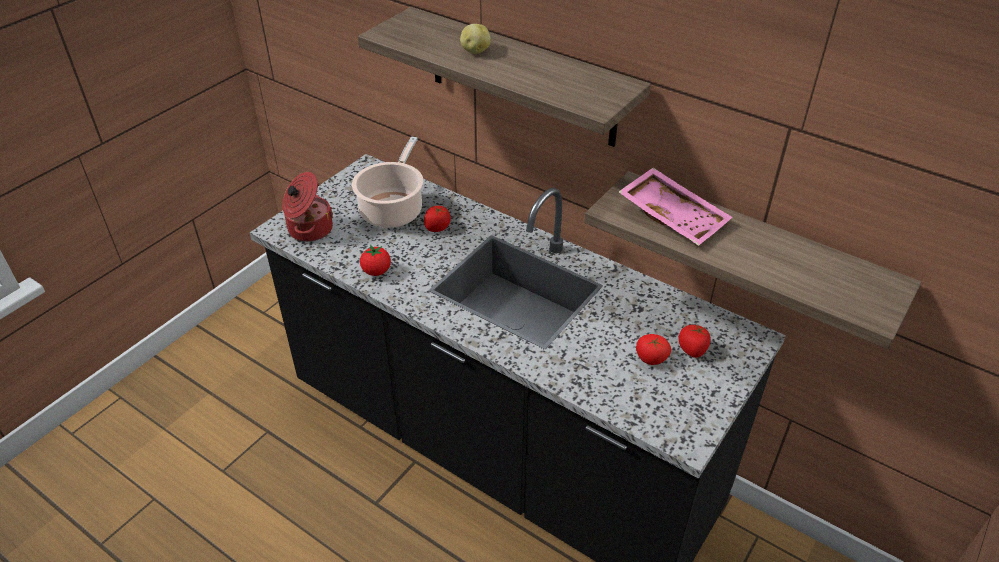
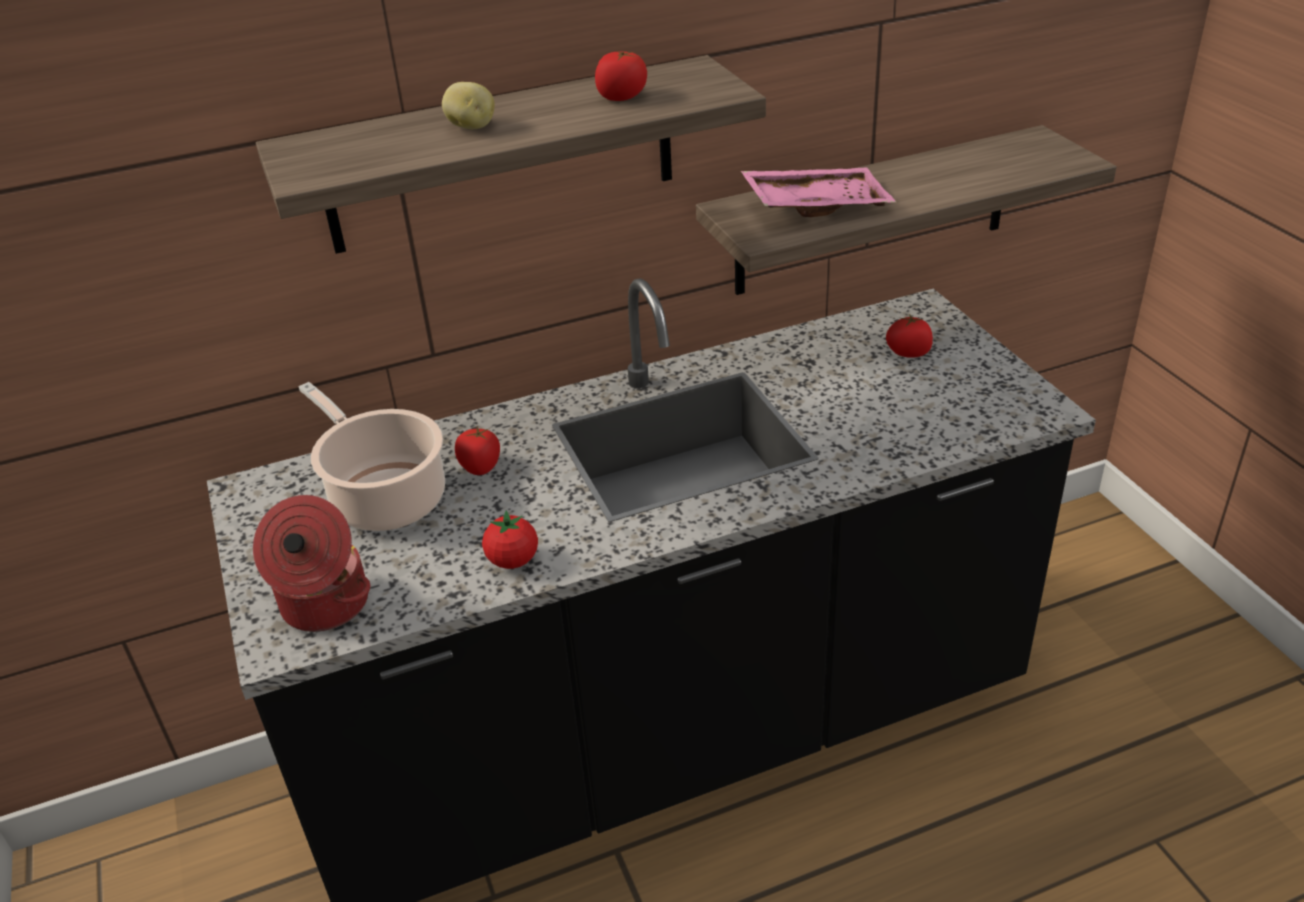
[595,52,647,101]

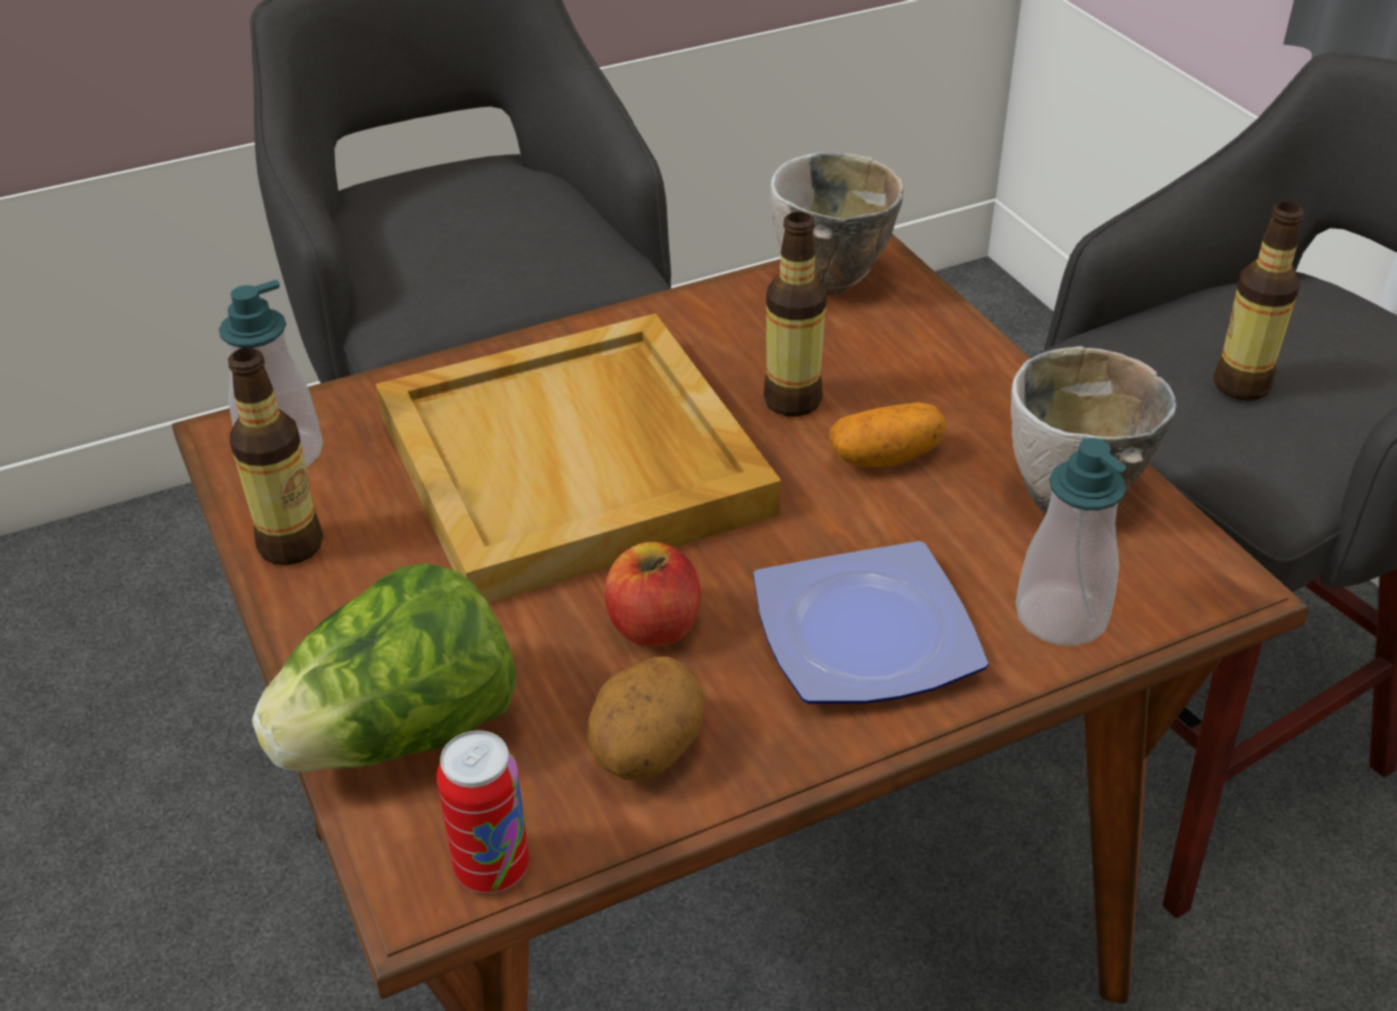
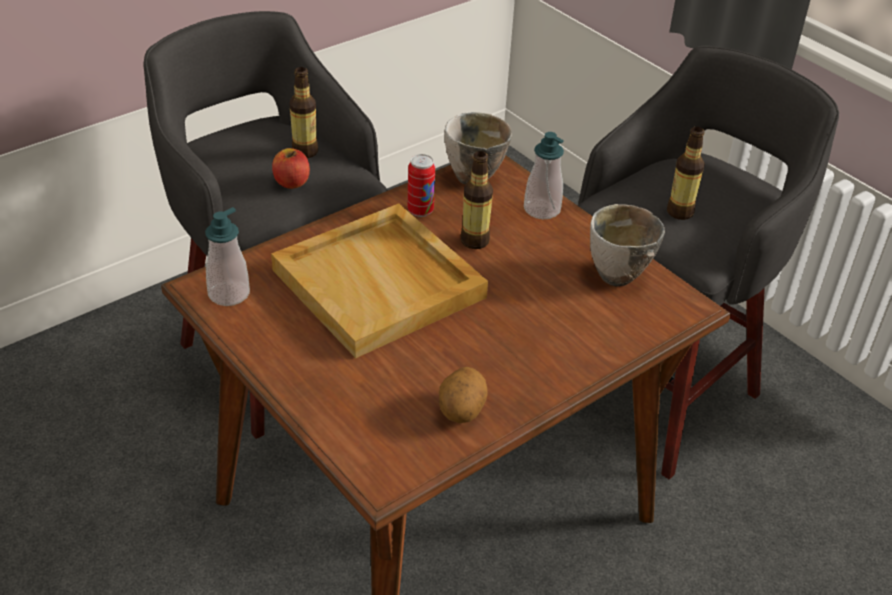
[289,67,318,158]
[829,402,946,467] (first image)
[524,132,564,219]
[753,541,988,704] (first image)
[272,148,310,189]
[252,563,516,772] (first image)
[407,154,435,217]

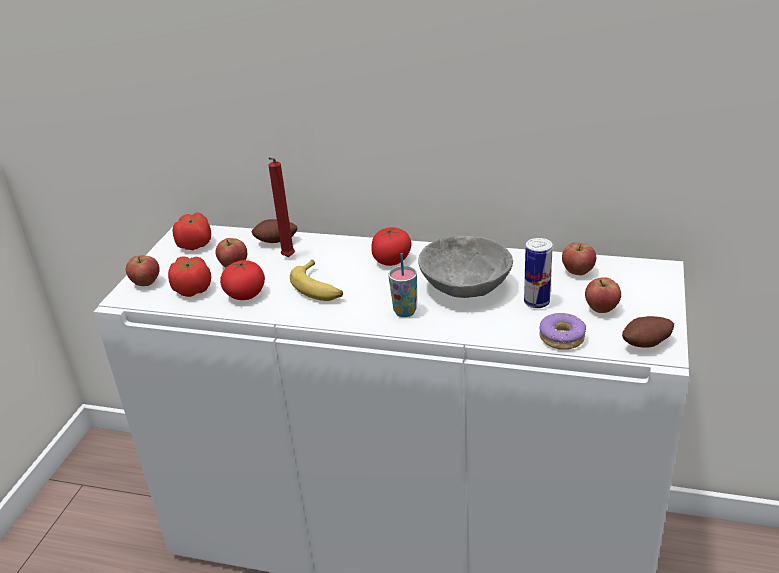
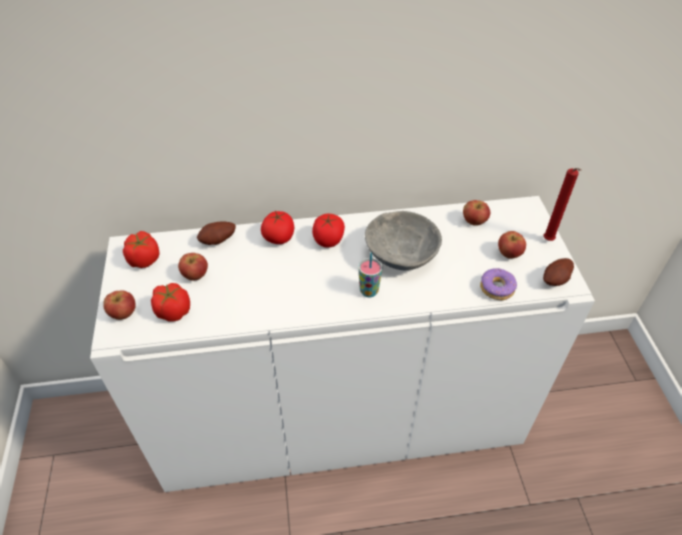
[543,168,581,241]
[524,238,553,308] (first image)
[261,211,294,244]
[290,260,343,301] (first image)

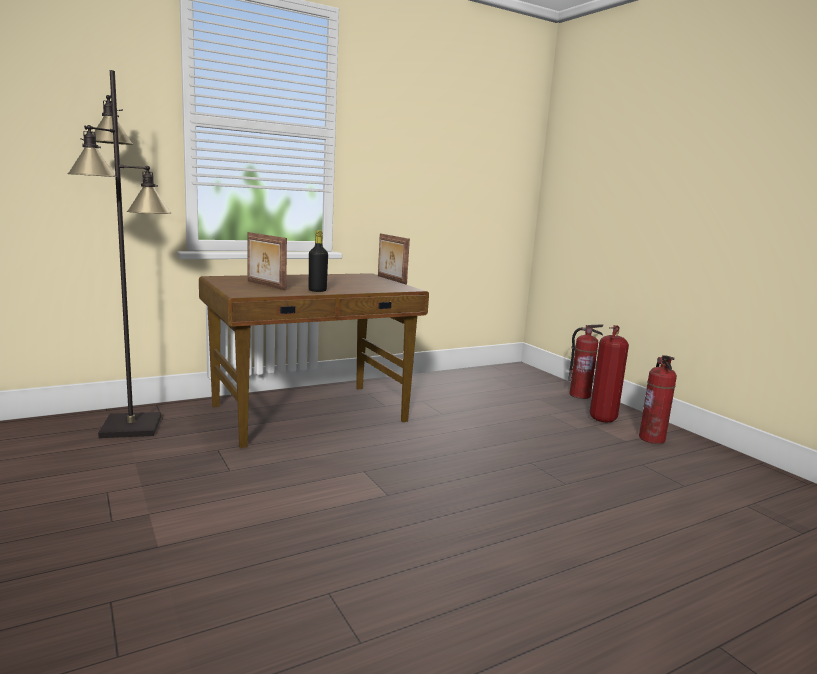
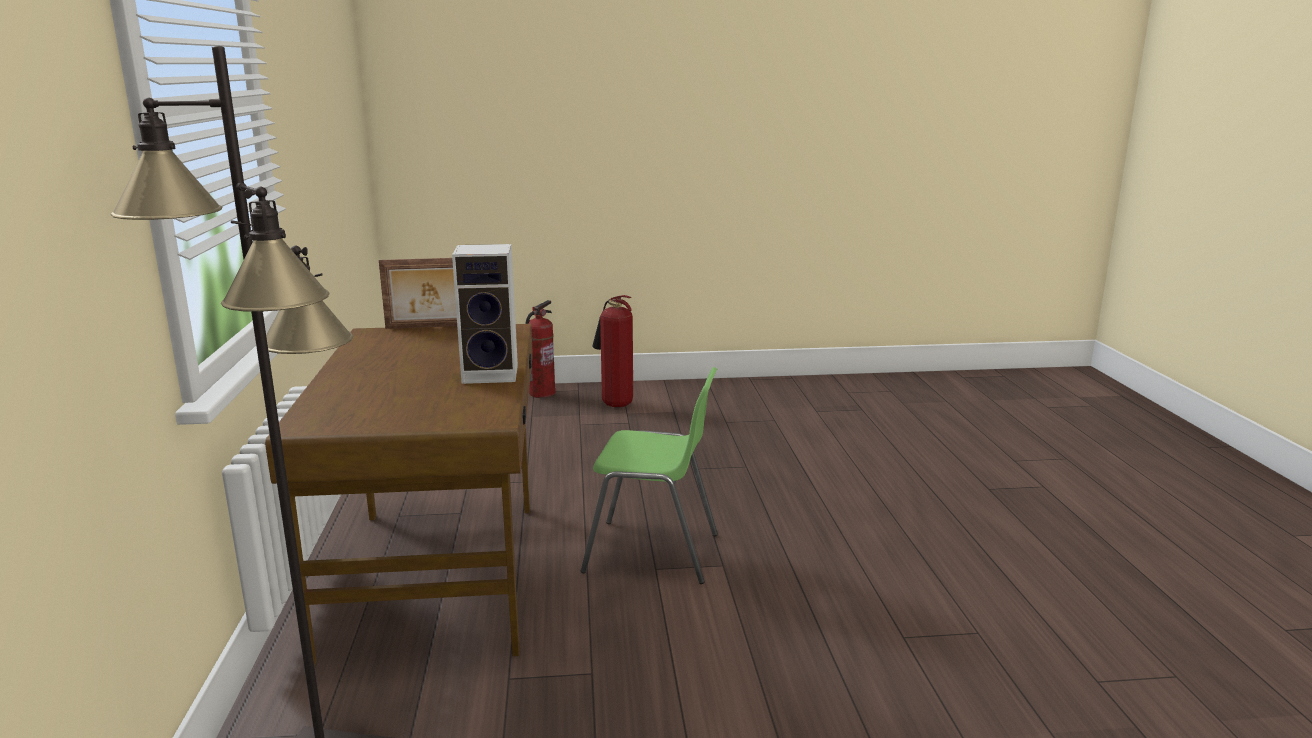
[452,244,518,384]
[247,232,287,290] (first image)
[639,355,677,444] (first image)
[581,367,718,584]

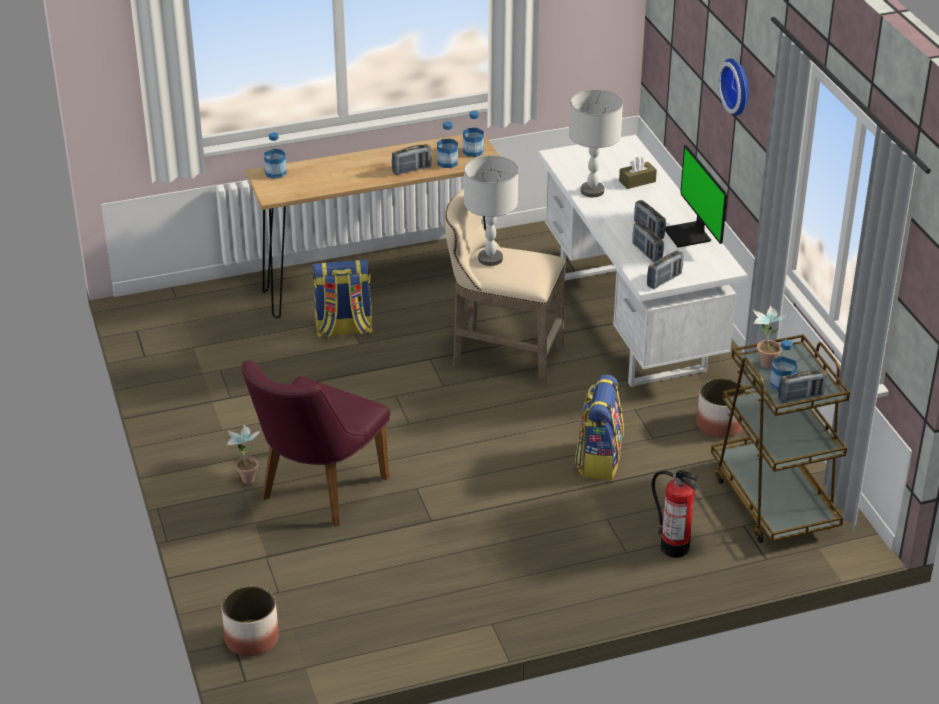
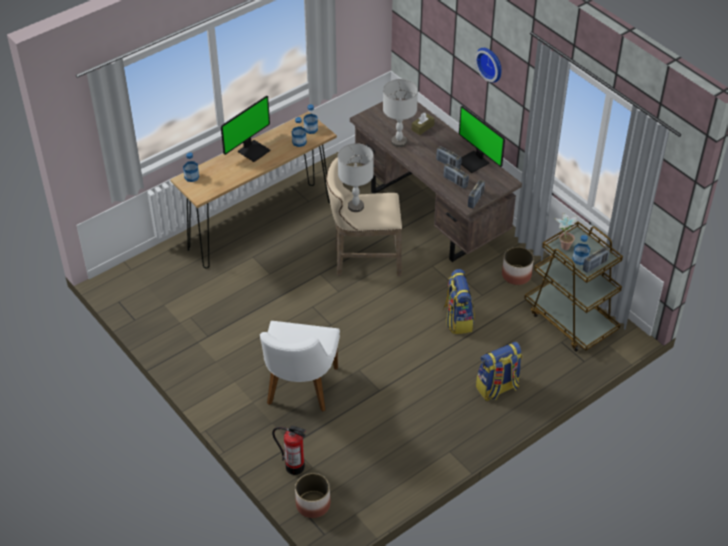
[350,99,522,262]
[392,144,432,175] (first image)
[476,342,522,401]
[260,321,340,412]
[227,425,261,484] (first image)
[272,425,306,475]
[221,96,270,162]

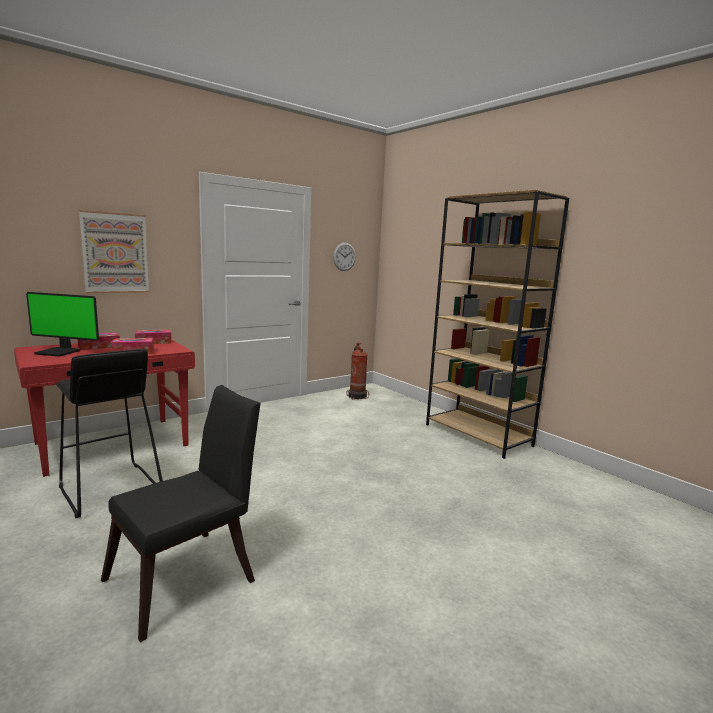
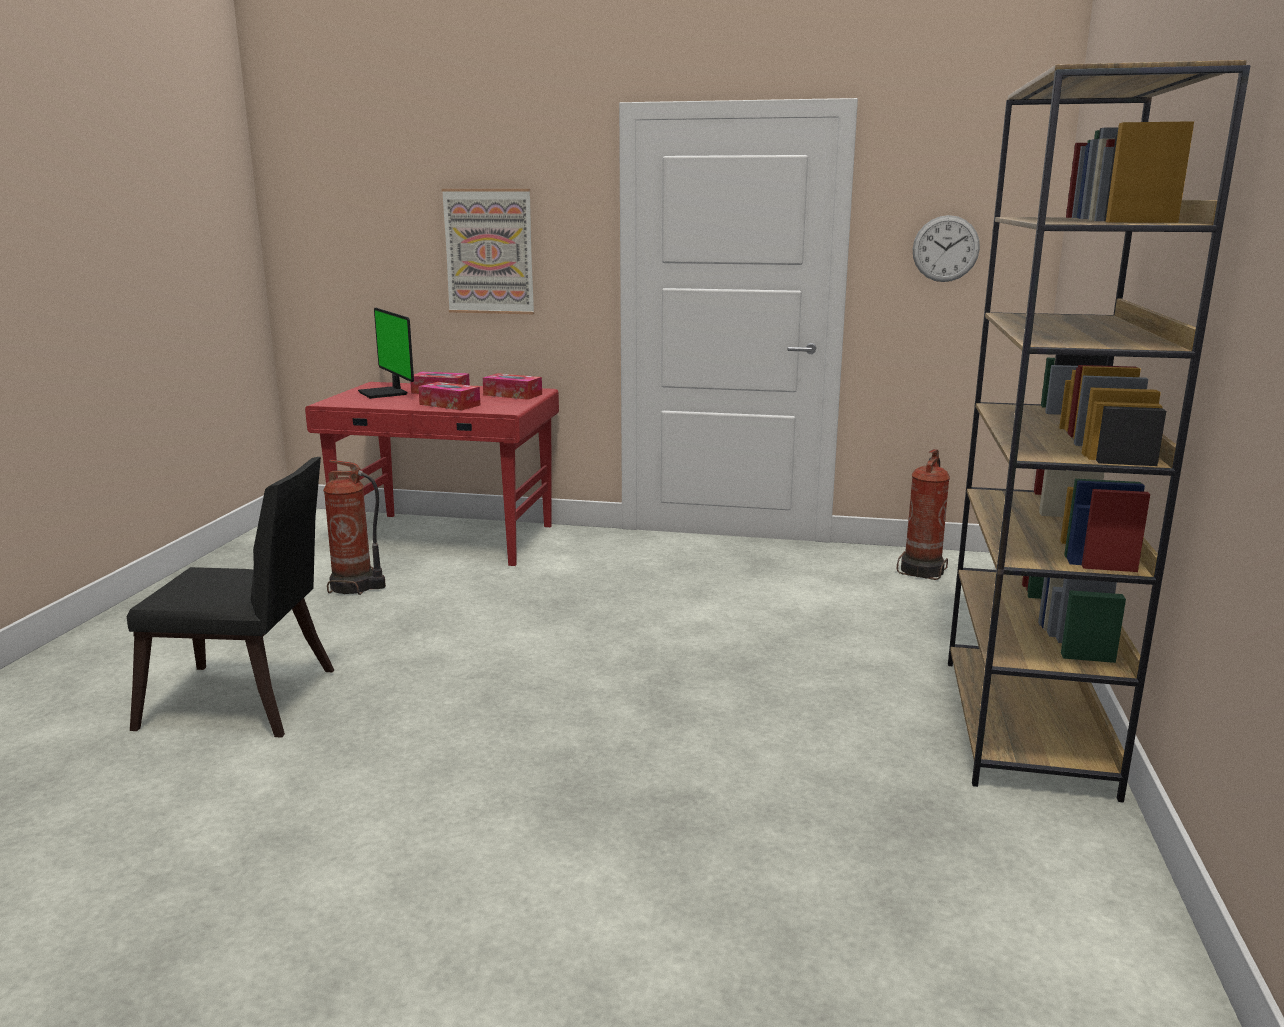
[323,460,386,595]

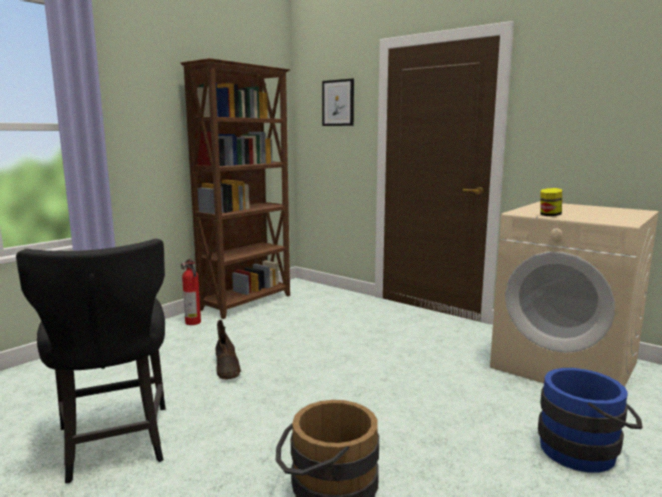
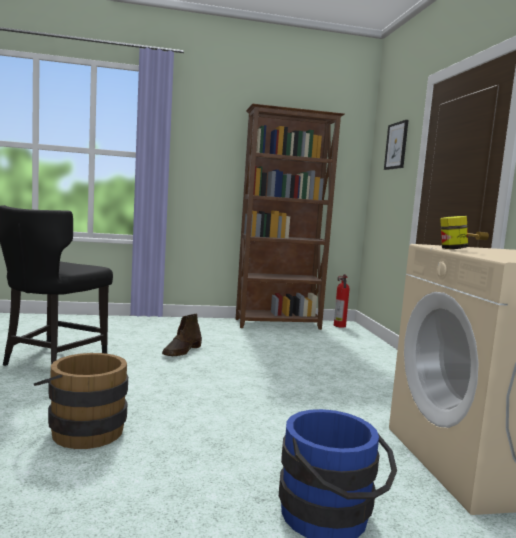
[334,274,349,328]

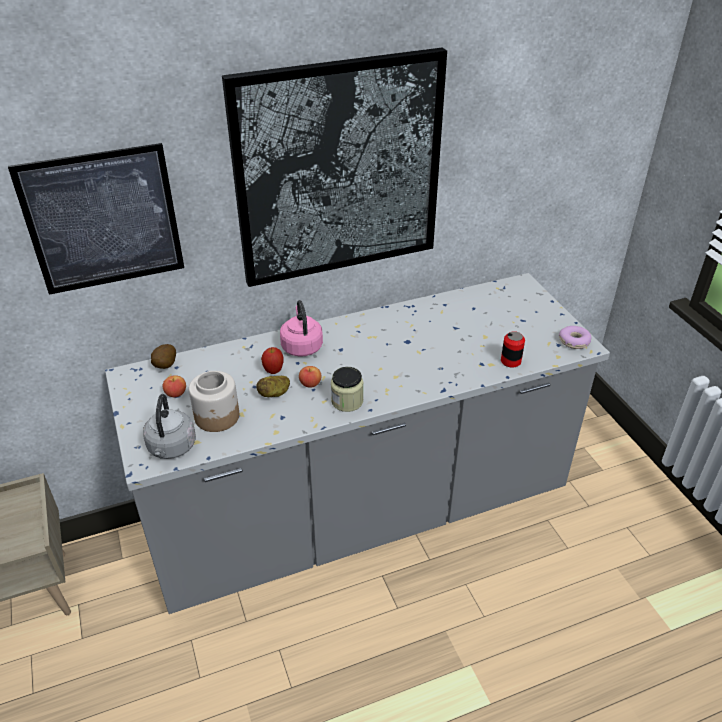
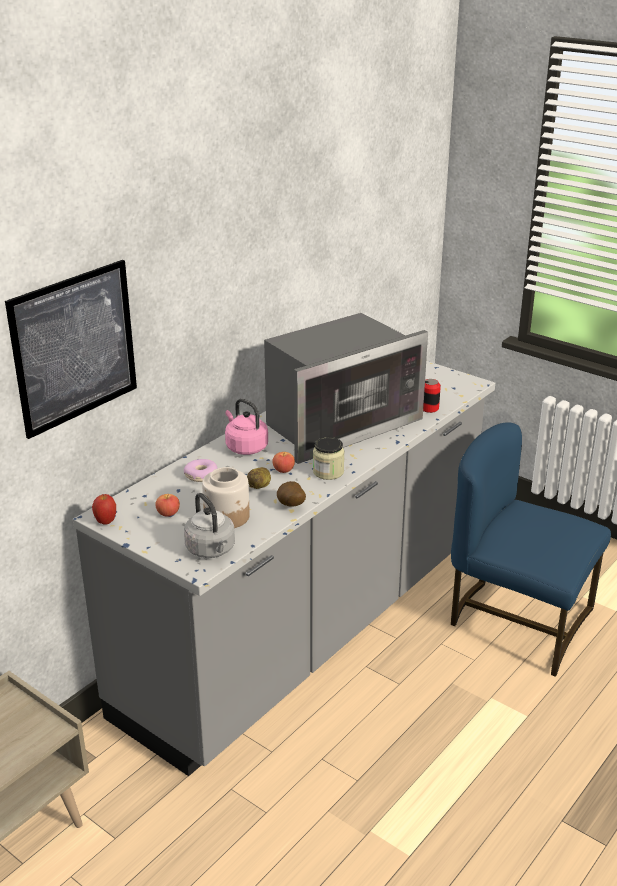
[222,48,447,287] (first image)
[184,459,217,482]
[277,481,306,507]
[92,494,116,525]
[264,313,428,464]
[451,422,611,677]

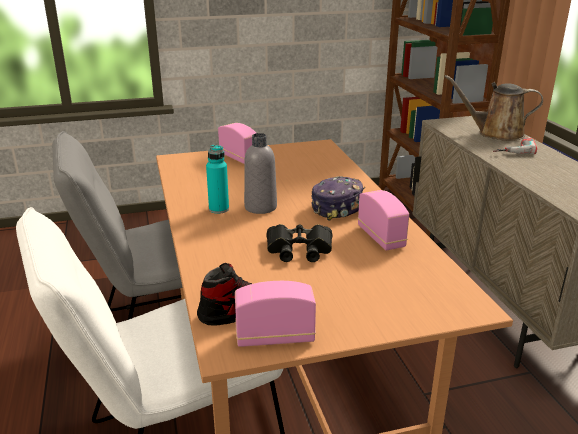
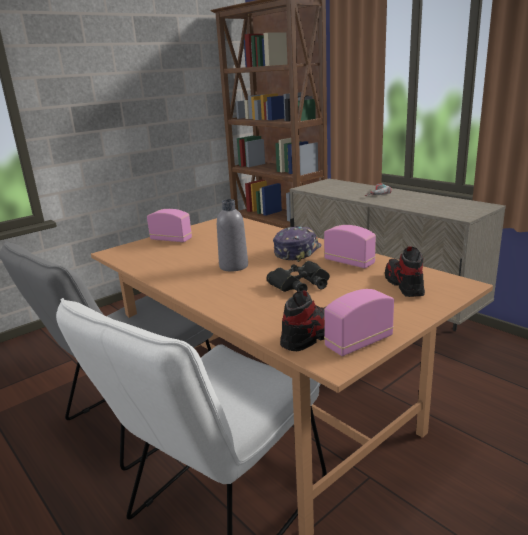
[445,75,543,141] (first image)
[206,145,229,214] (first image)
[385,246,425,297]

